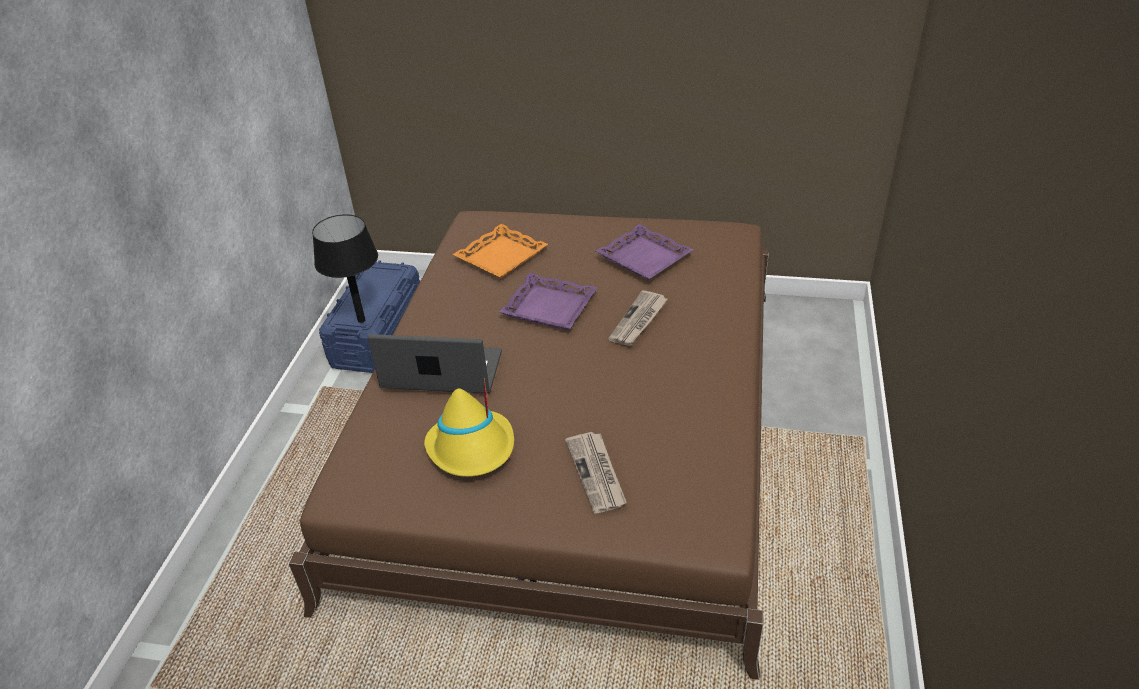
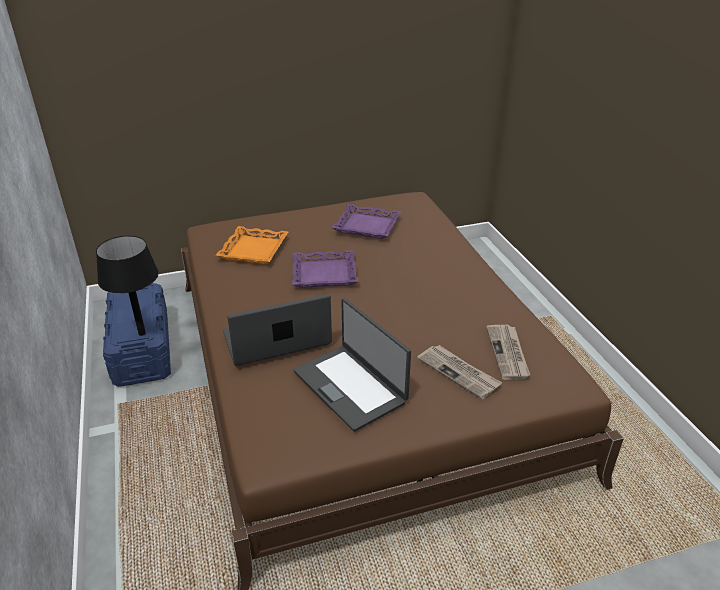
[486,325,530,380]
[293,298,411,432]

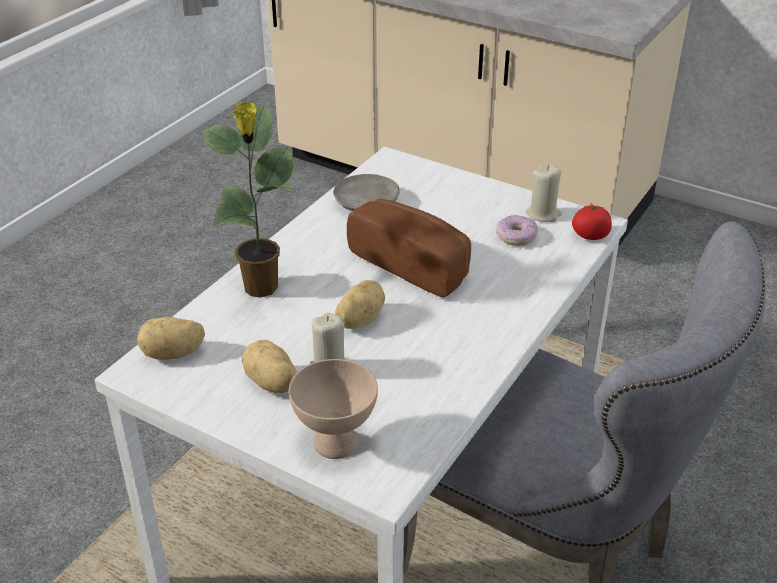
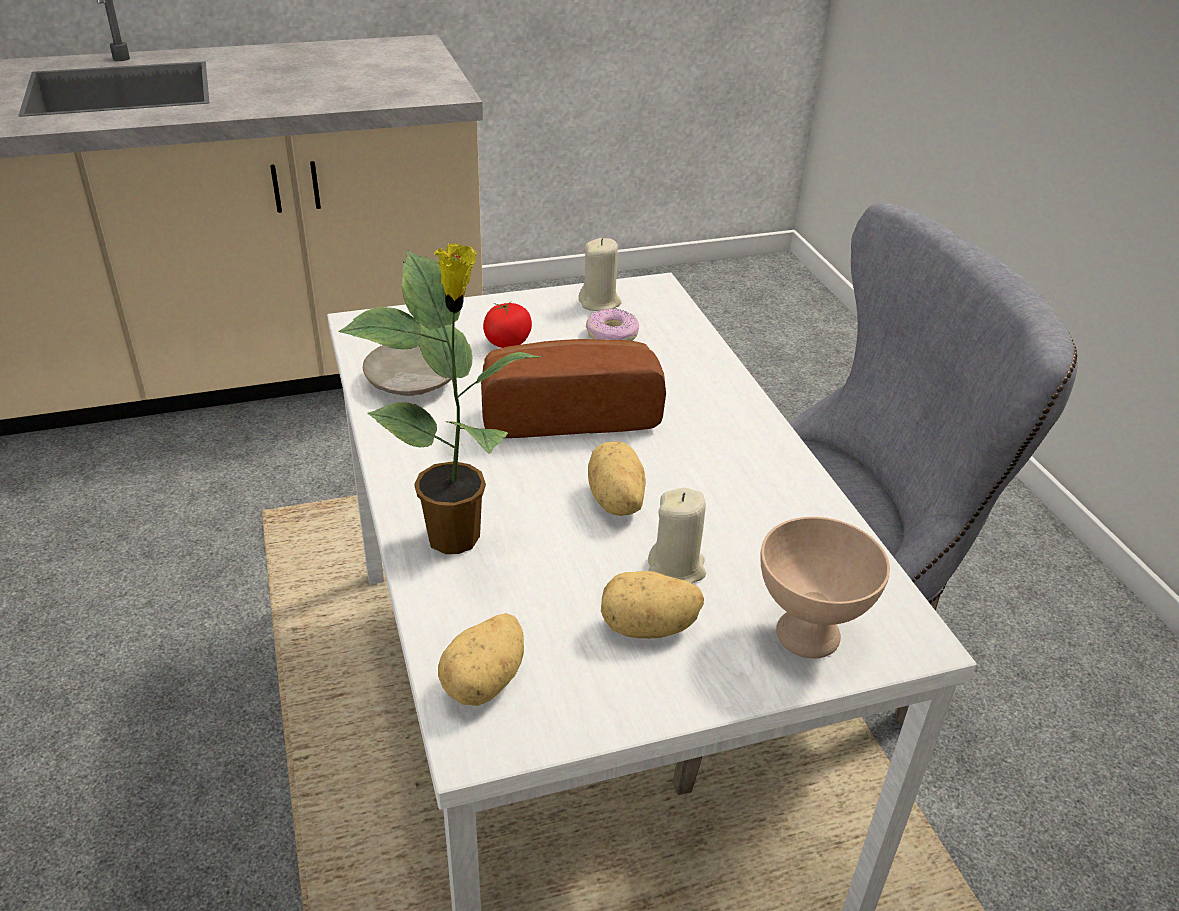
[483,302,532,348]

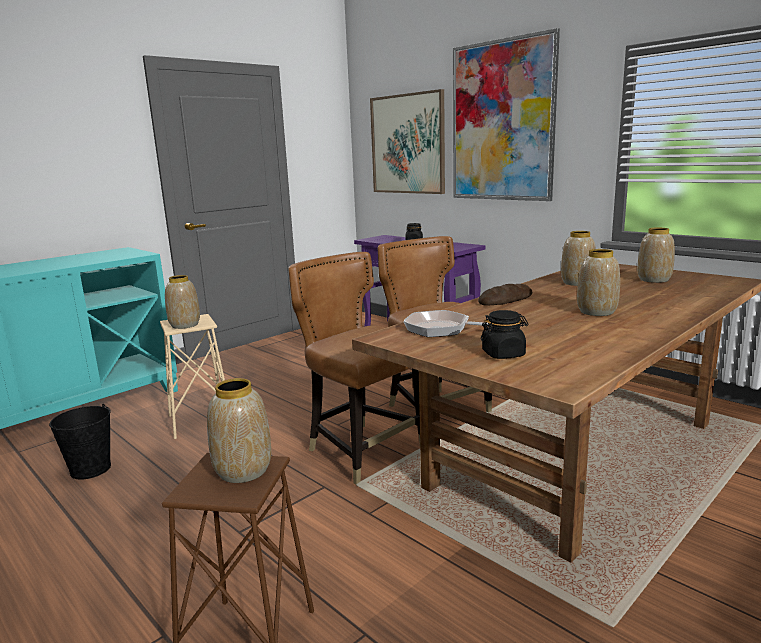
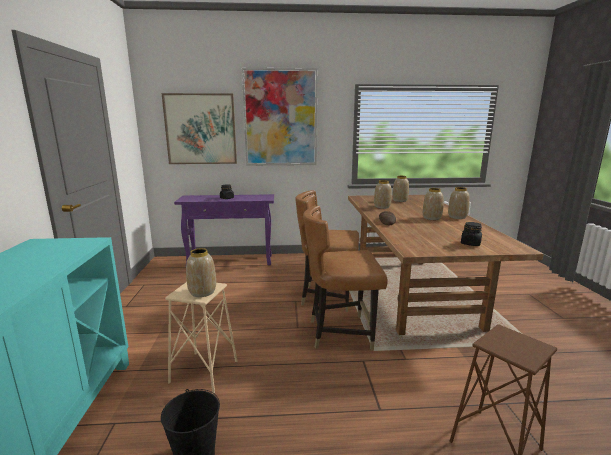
[403,310,488,337] (first image)
[448,187,470,219]

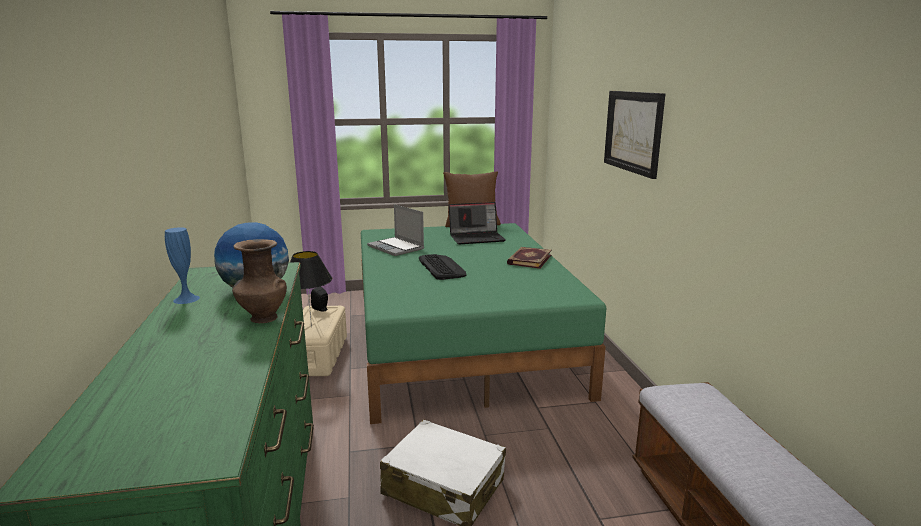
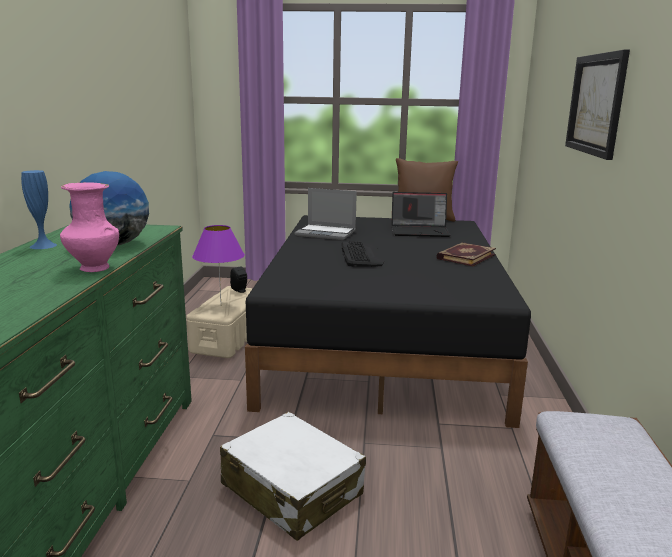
[295,188,357,240]
[245,215,531,428]
[60,182,119,272]
[192,225,245,300]

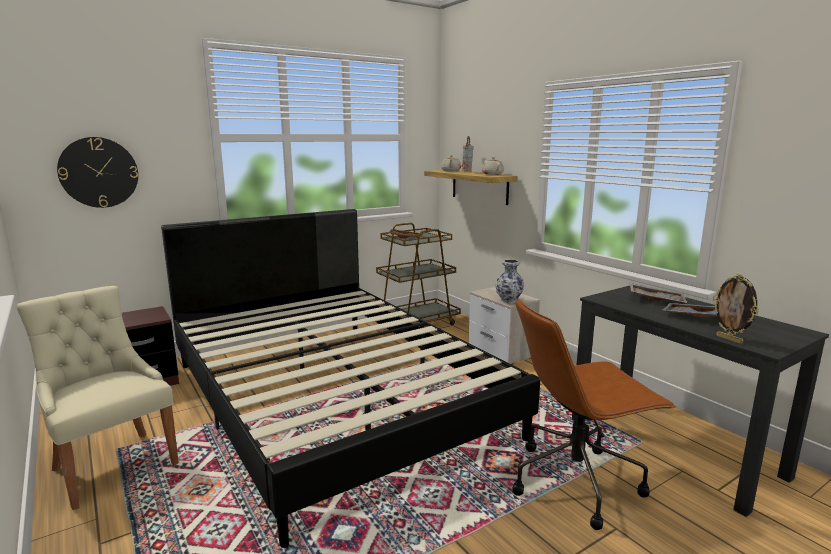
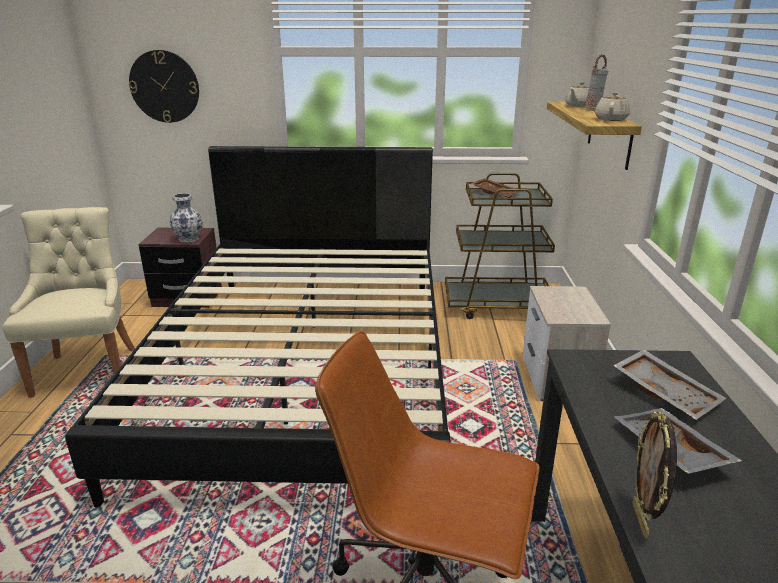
[170,193,203,243]

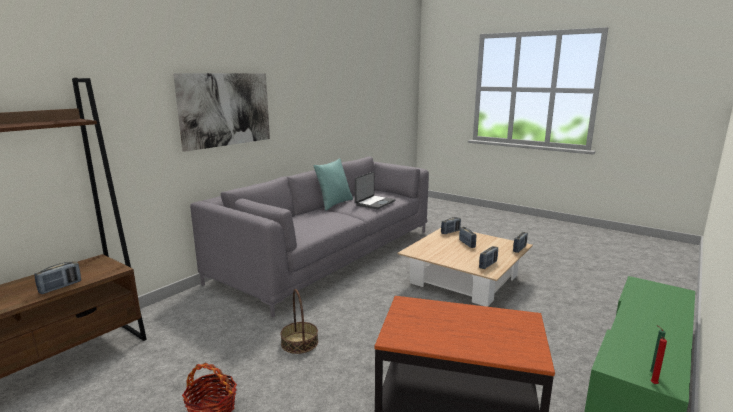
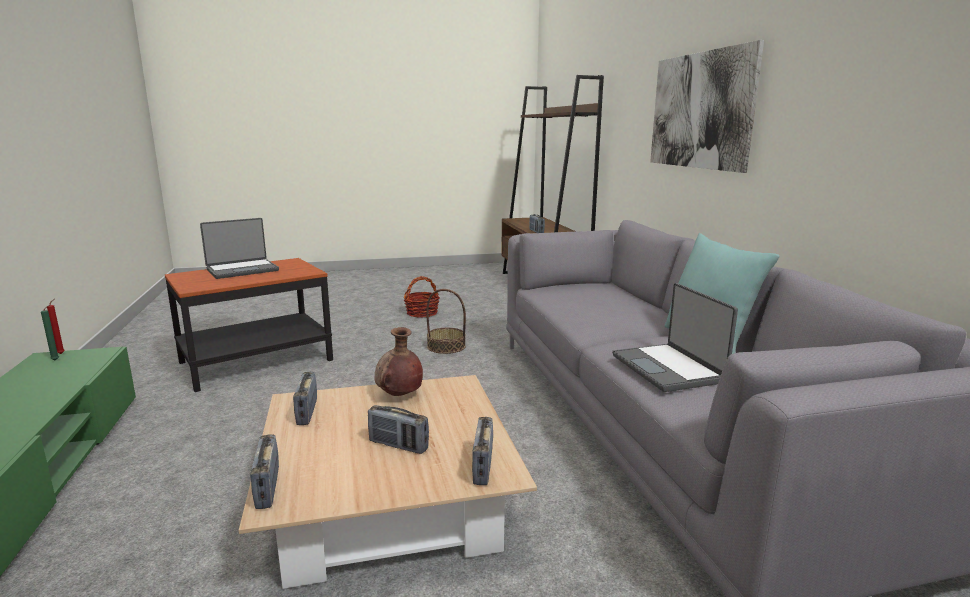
[200,218,279,279]
[375,327,423,396]

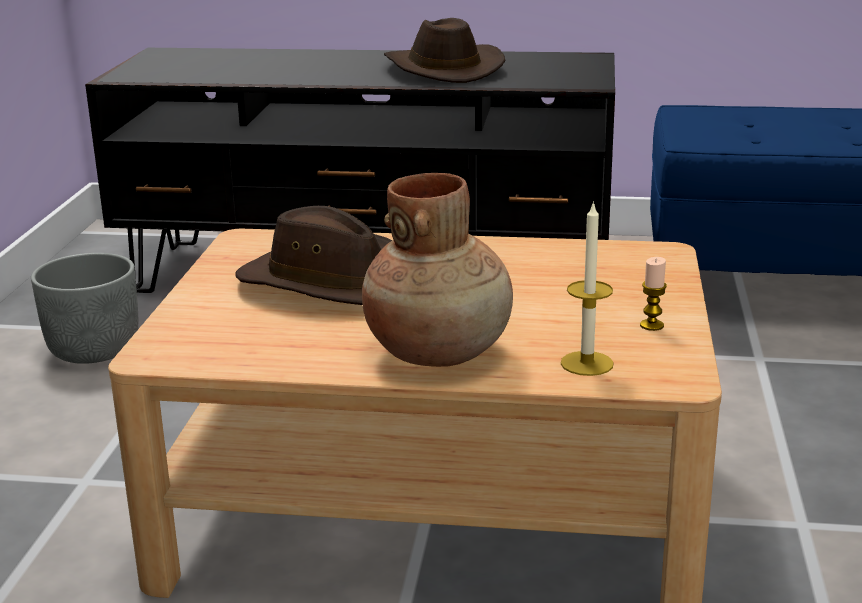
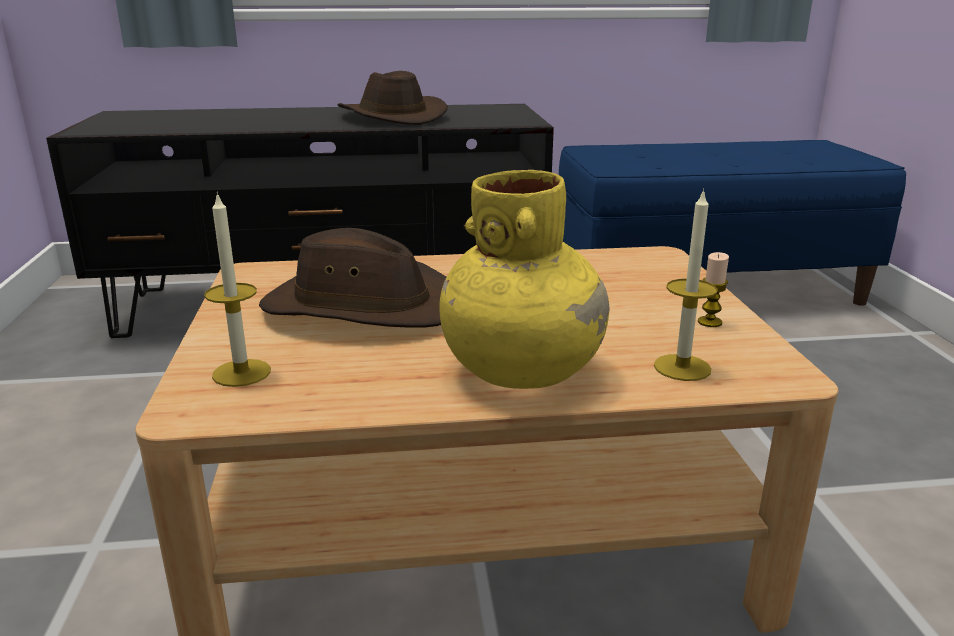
[439,170,610,389]
[31,253,138,364] (first image)
[204,192,271,387]

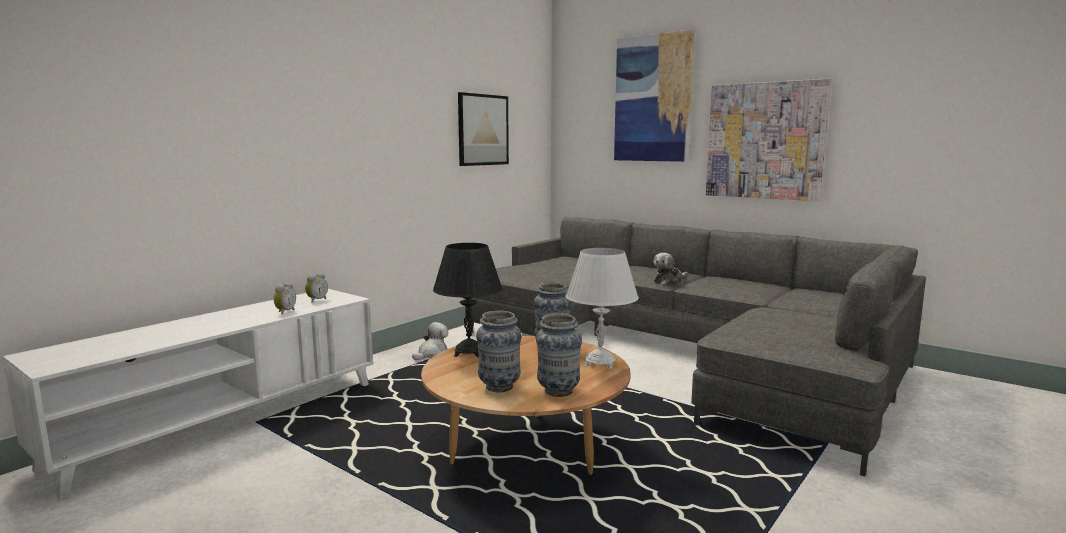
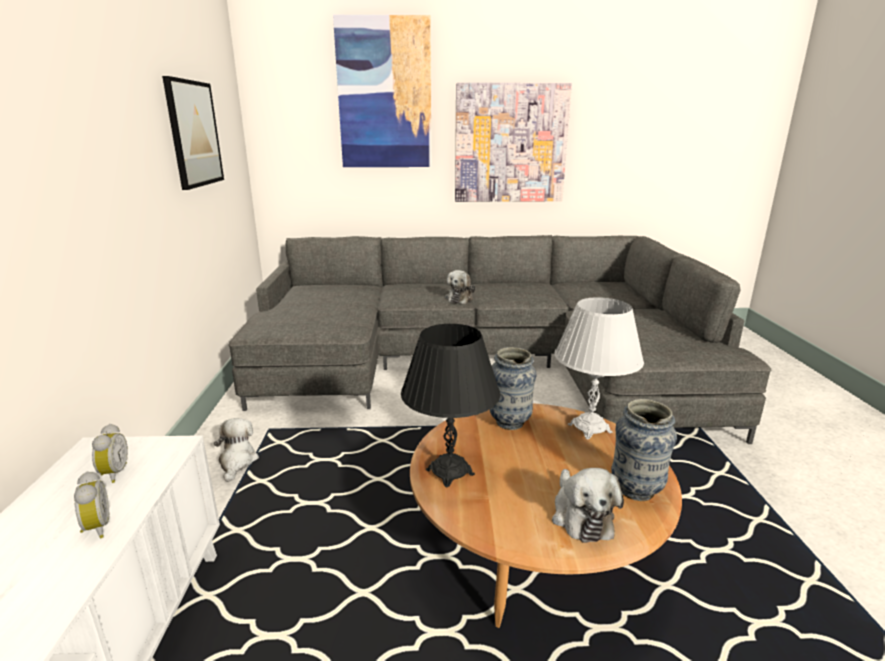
[552,468,624,543]

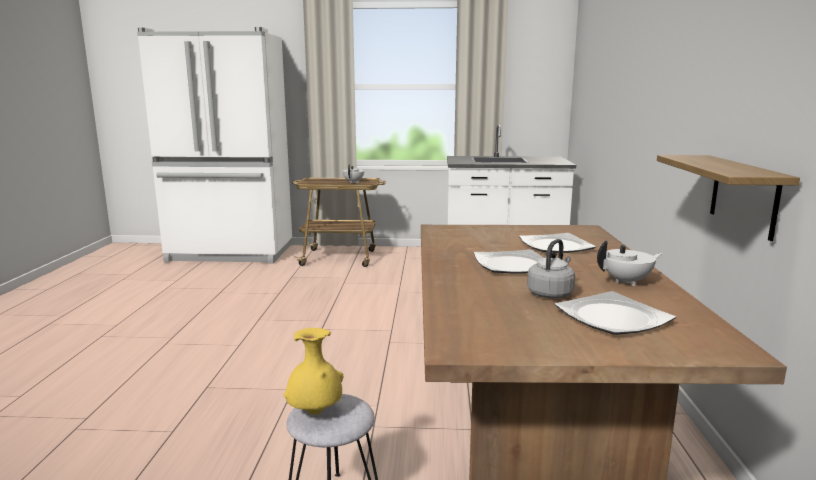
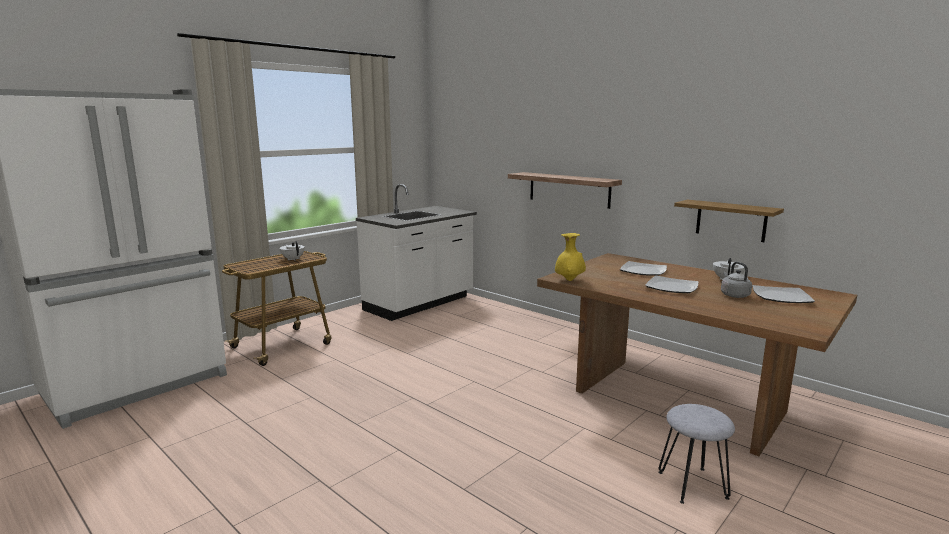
[555,233,586,281]
[508,172,622,209]

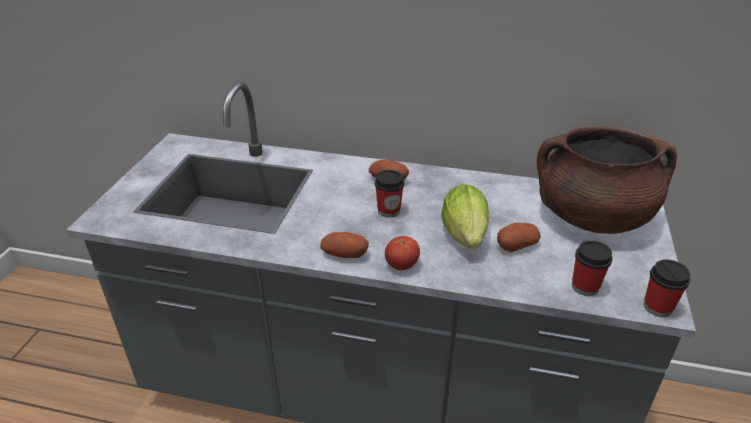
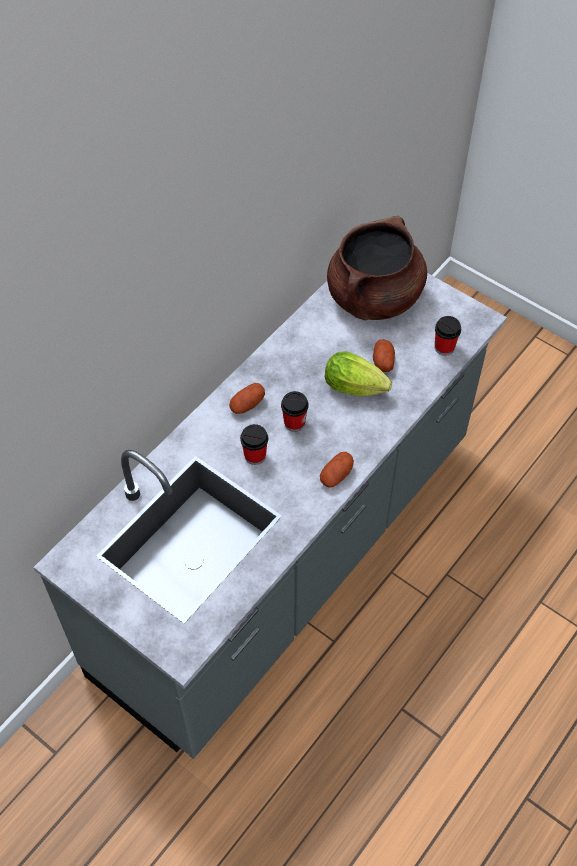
[385,236,420,270] (first image)
[240,424,268,465]

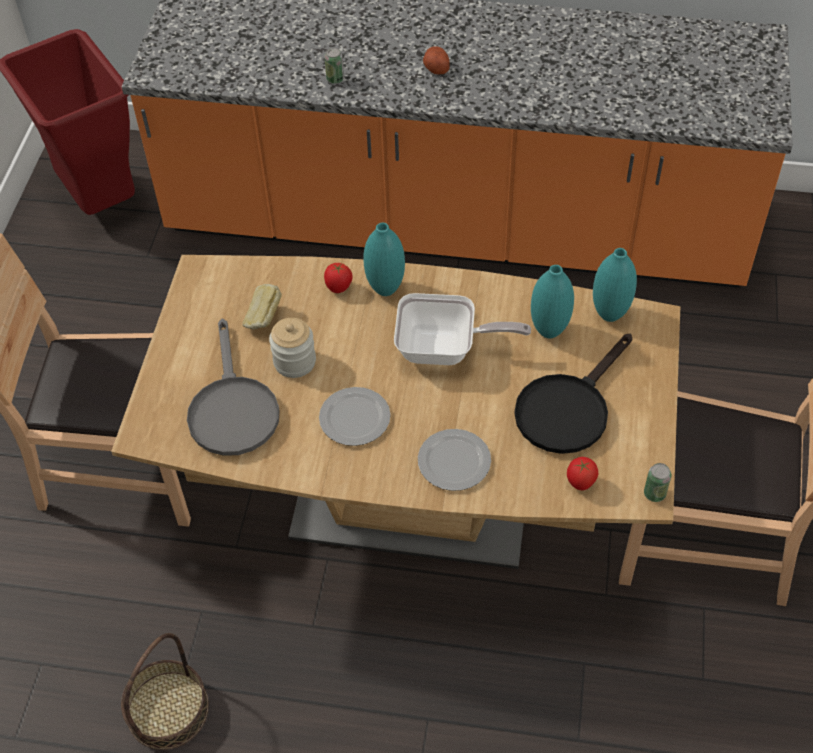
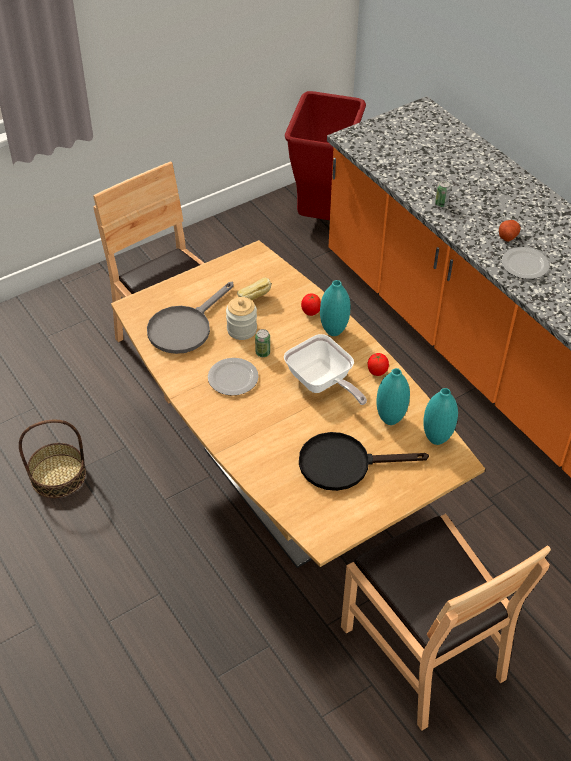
[502,247,549,279]
[368,353,389,376]
[255,329,270,357]

